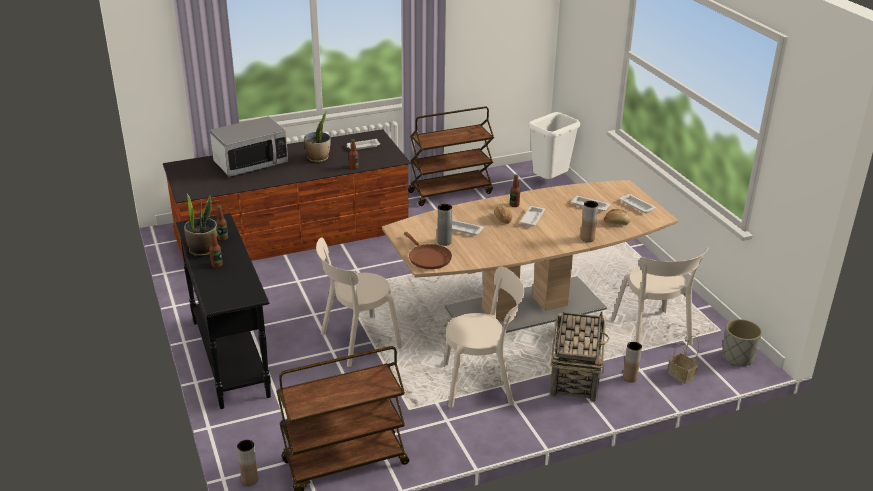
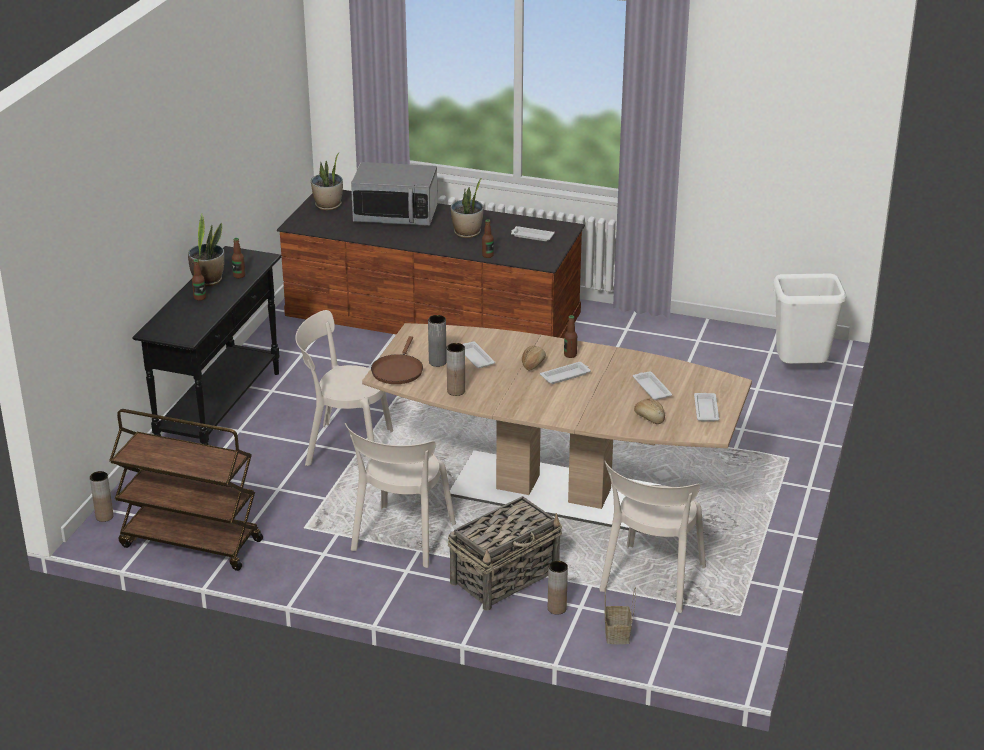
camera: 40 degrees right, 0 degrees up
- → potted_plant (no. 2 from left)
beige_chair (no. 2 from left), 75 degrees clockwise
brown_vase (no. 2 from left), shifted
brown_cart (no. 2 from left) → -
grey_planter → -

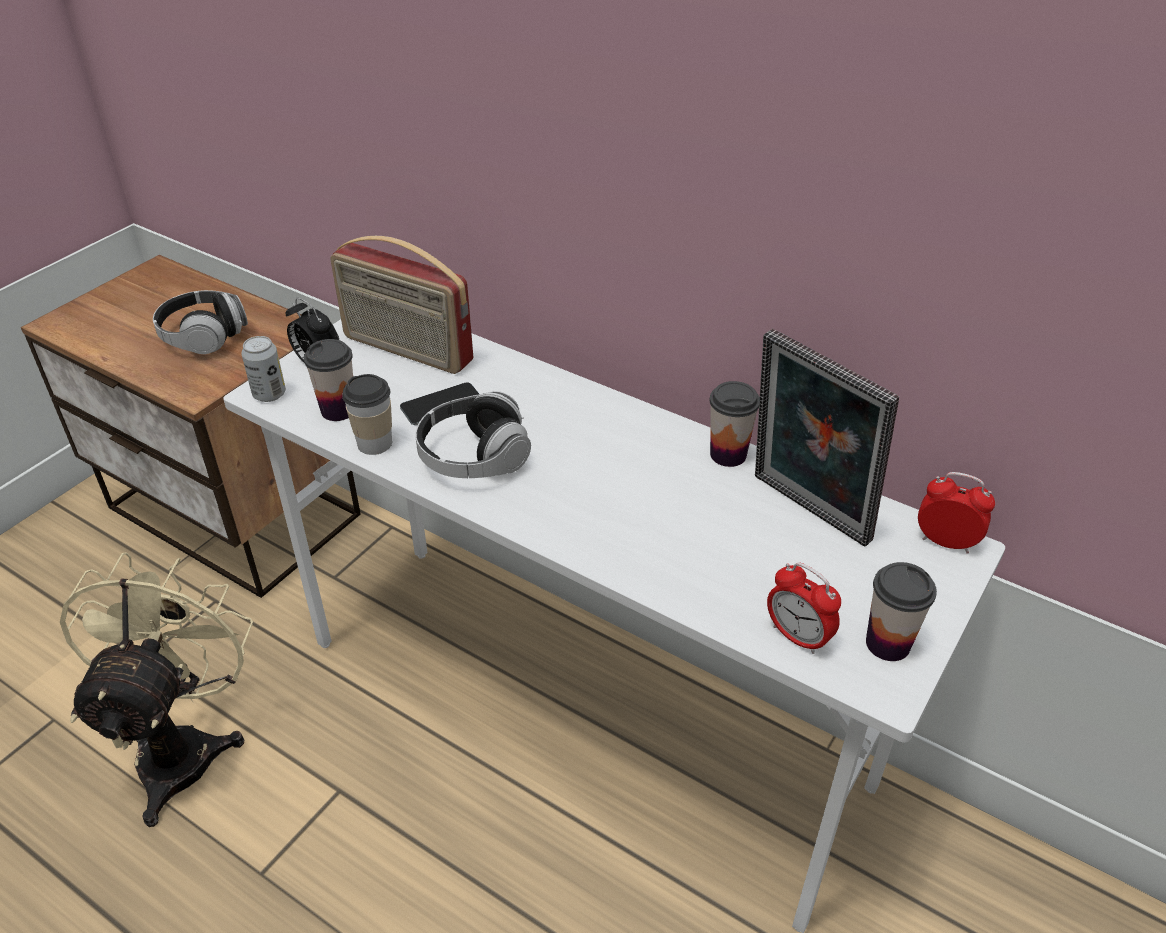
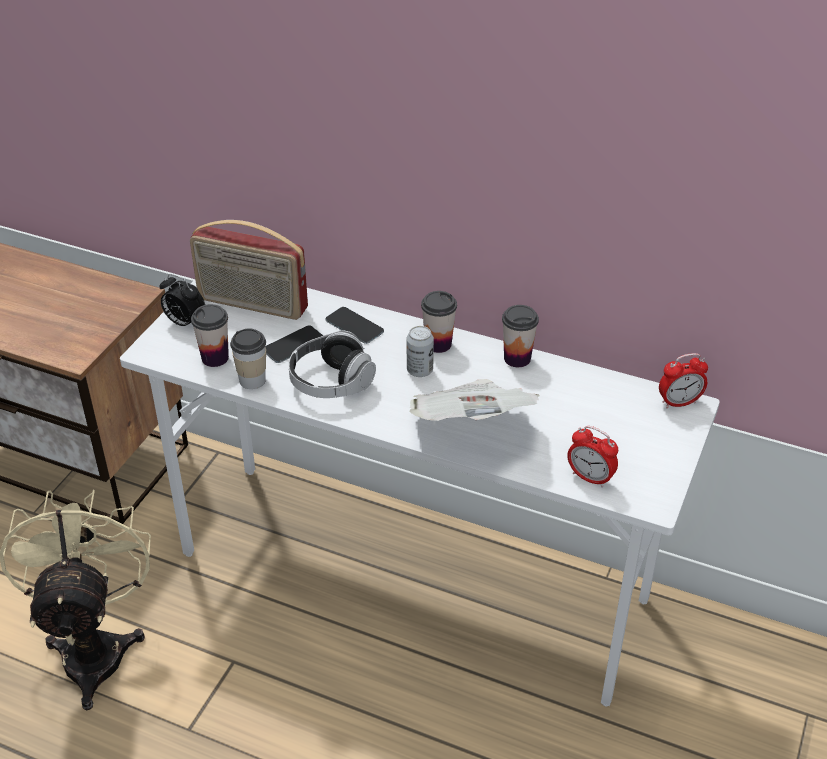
camera: 10 degrees left, 0 degrees up
- → phone (no. 2 from left)
can, shifted
- → newspaper
cup (no. 4 from left in the first image) → cup (no. 3 from left), shifted
alarm_clock (no. 3 from left), 150 degrees clockwise
headphones (no. 1 from left) → -
picture_frame → -

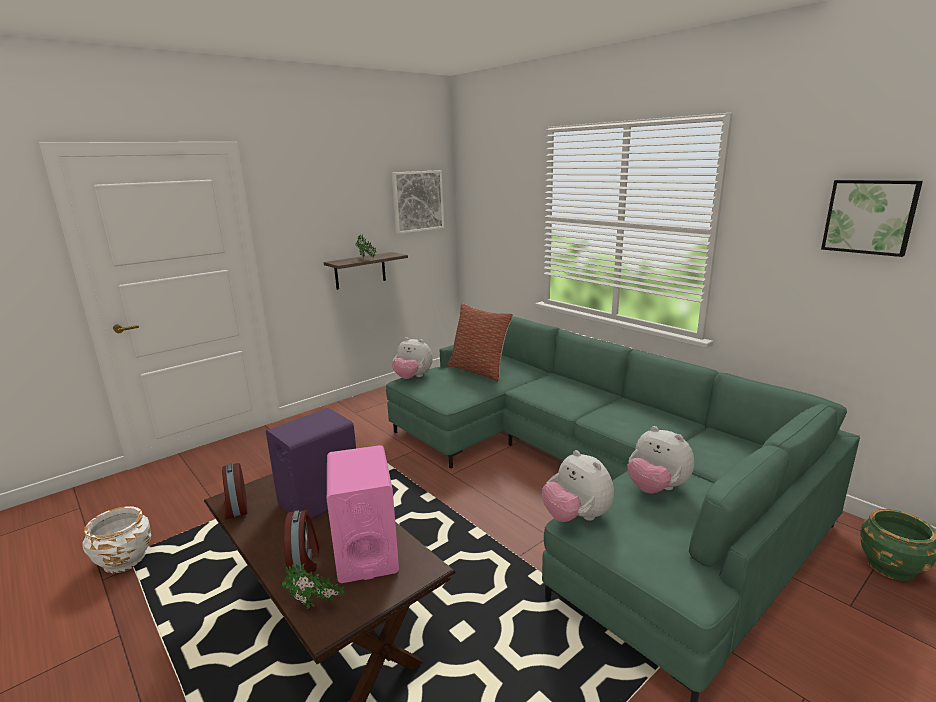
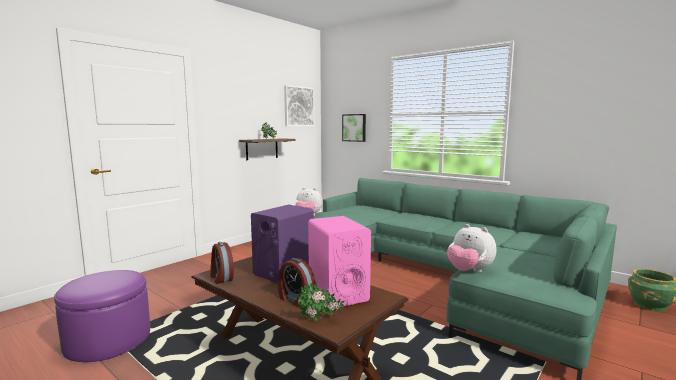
camera: 10 degrees left, 10 degrees down
white_planter → purple_ottoman
alarm_clock (no. 2 from left), 150 degrees clockwise
picture (no. 2 from left), shifted
pillow → -
plush_toy (no. 3 from left) → -

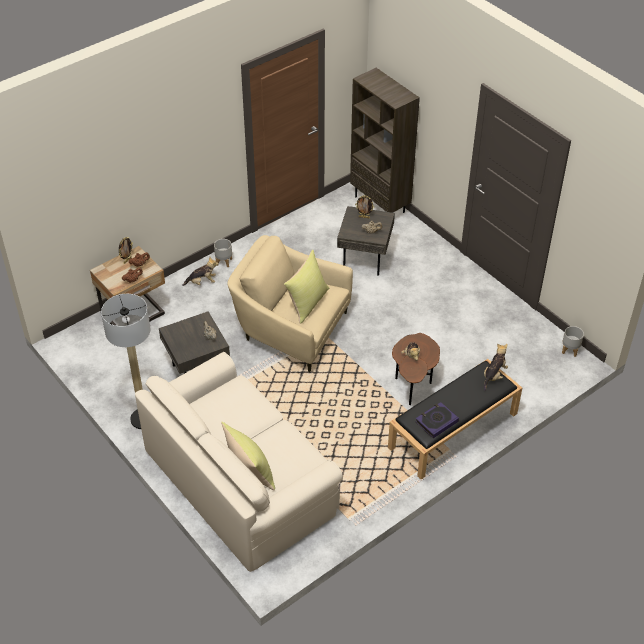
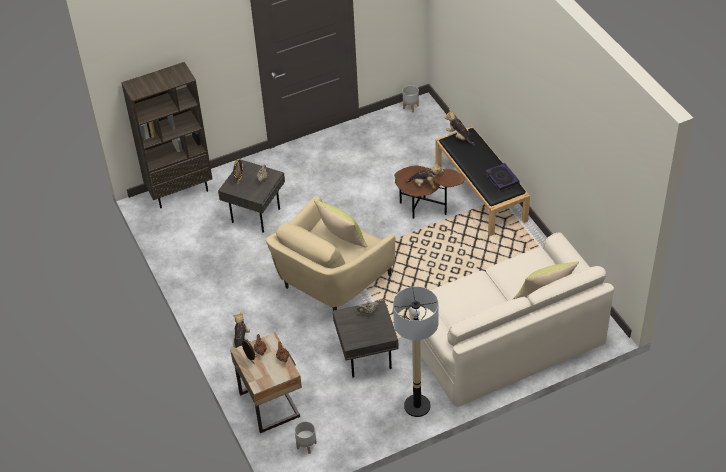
camera: 75 degrees left, 0 degrees up
grey_planter (no. 1 from left), shifted

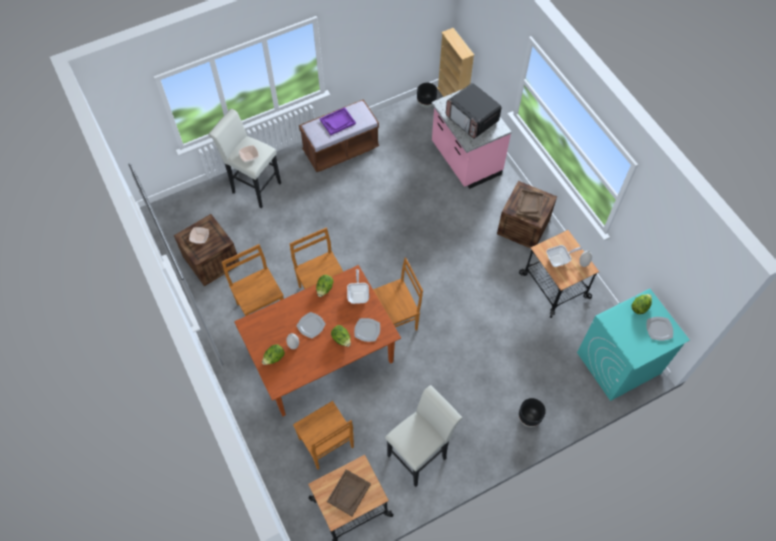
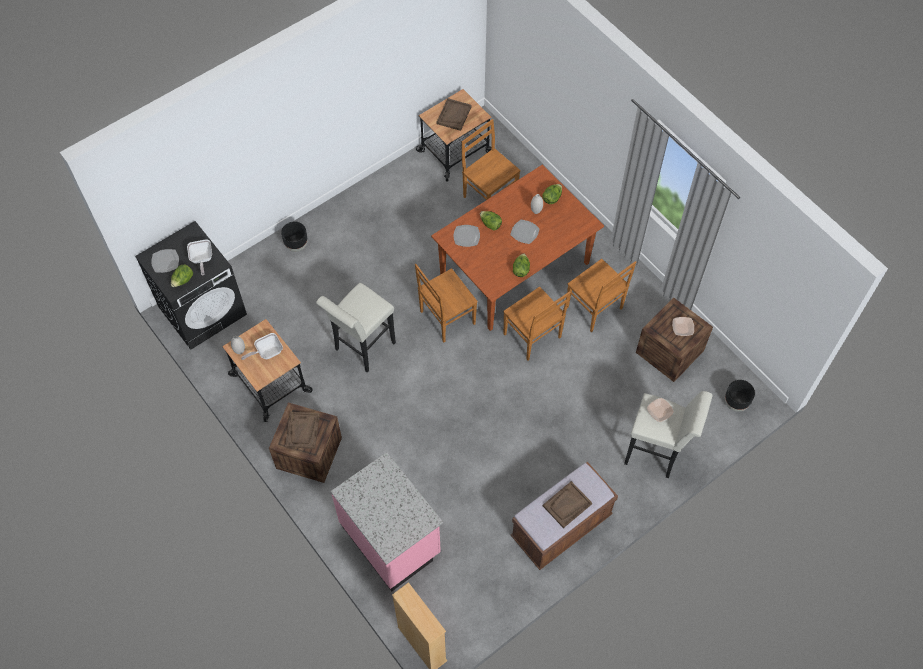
camera: 170 degrees right, 0 degrees up
turquoise_washing_machine → black_washing_machine
frying_pan (no. 1 from left), shifted
white_stool (no. 2 from left in the first image) → white_stool (no. 1 from left), shifted
purple_tray → brown_tray (no. 3 from left)
black_planter (no. 1 from left in the first image) → black_planter (no. 2 from left), shifted
microwave → -

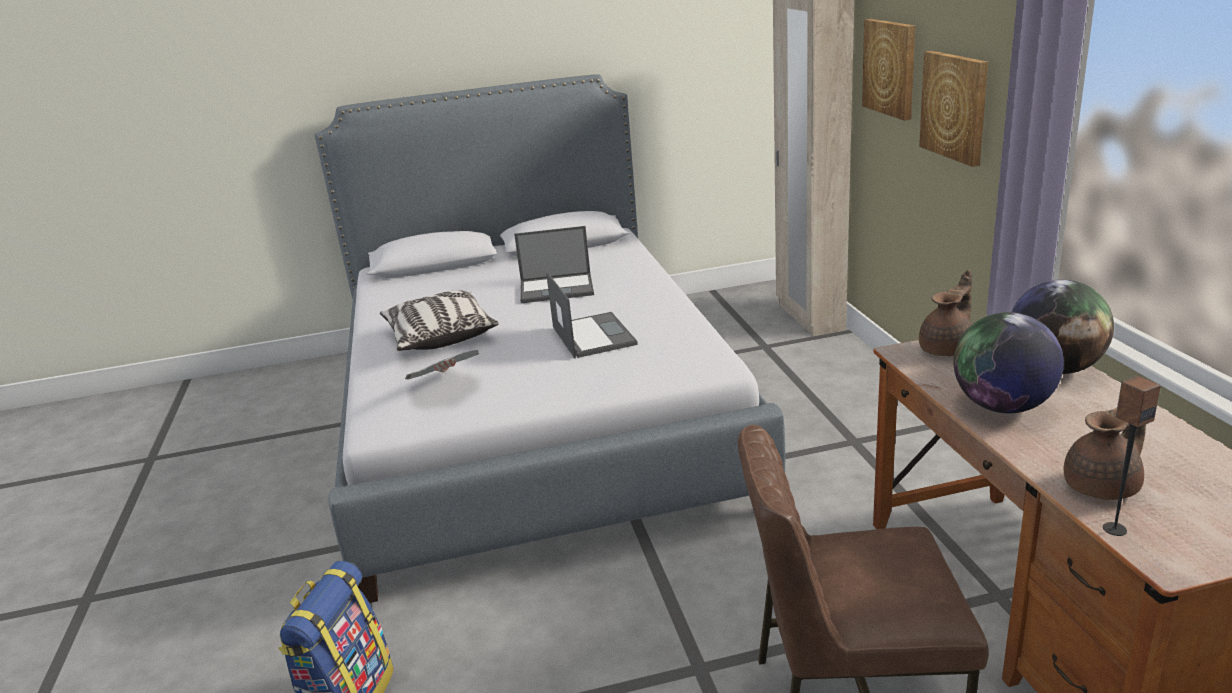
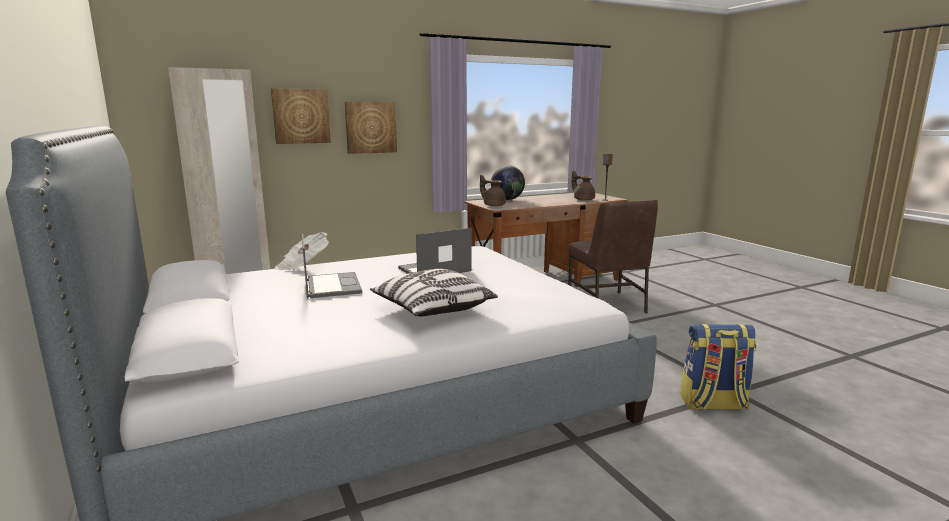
camera: 105 degrees left, 10 degrees down
newspaper, shifted
globe (no. 1 from left) → -

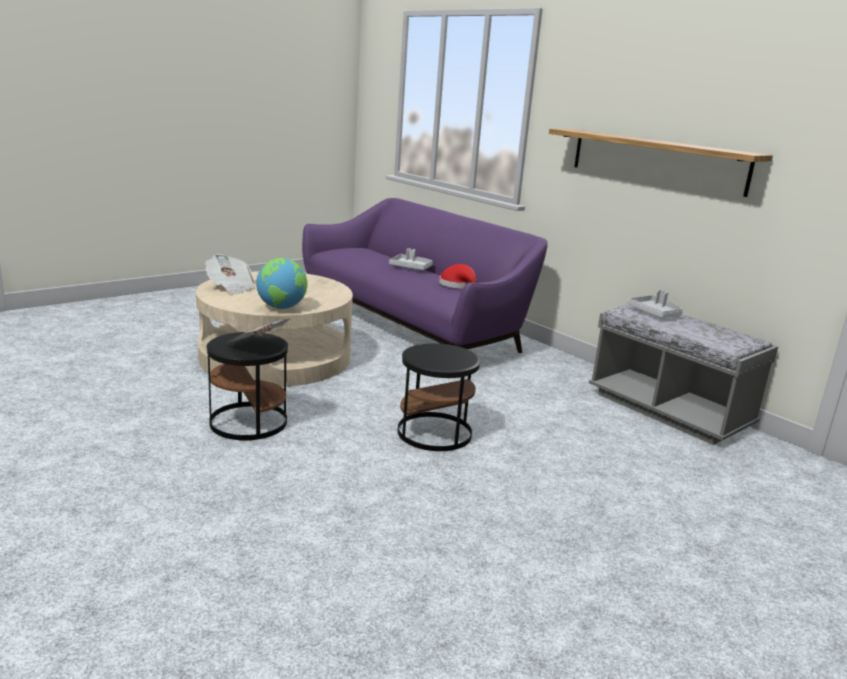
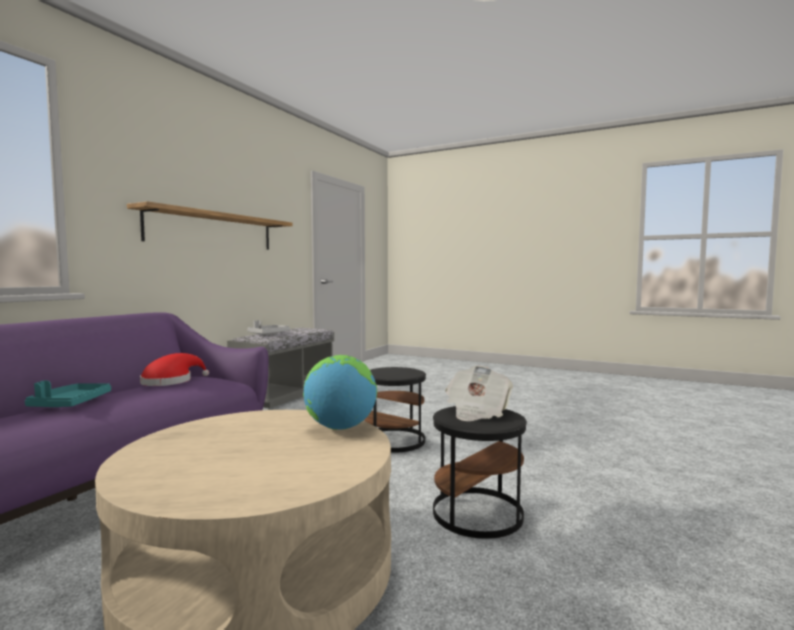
camera: 110 degrees left, 15 degrees down
grey_tray (no. 1 from left) → turquoise_tray
newspaper (no. 1 from left) → -

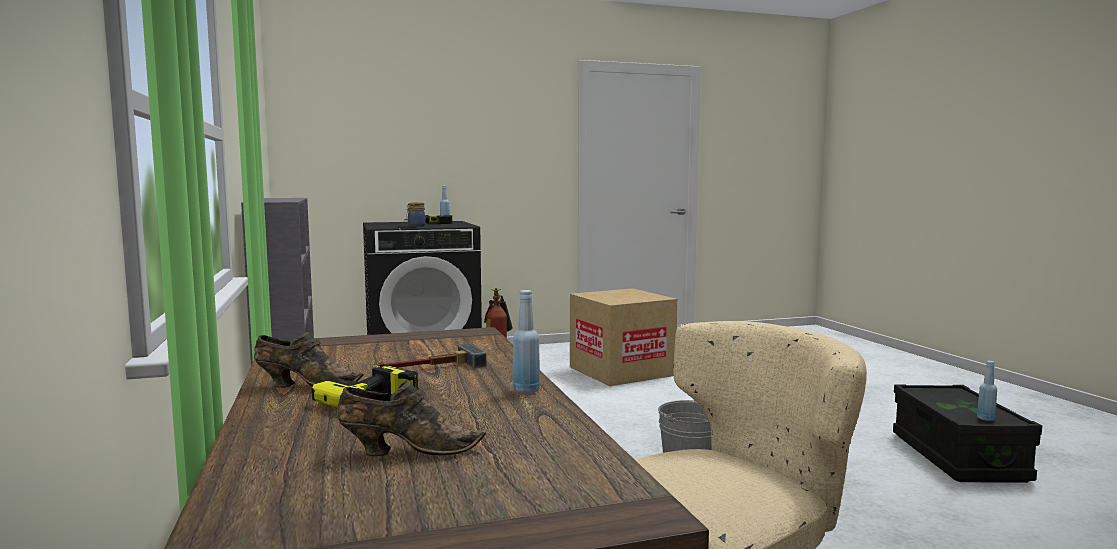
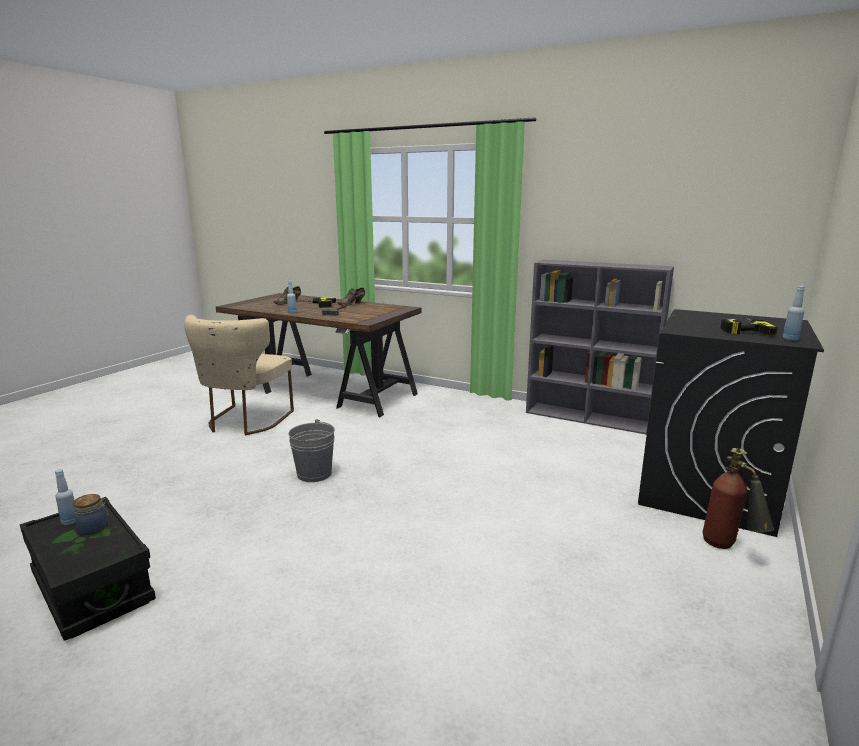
camera: 135 degrees right, 10 degrees up
jar, shifted
cardboard_box → -

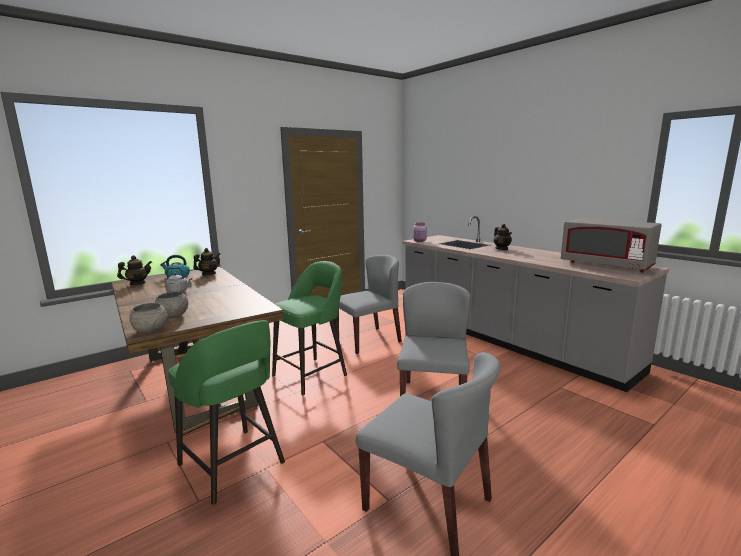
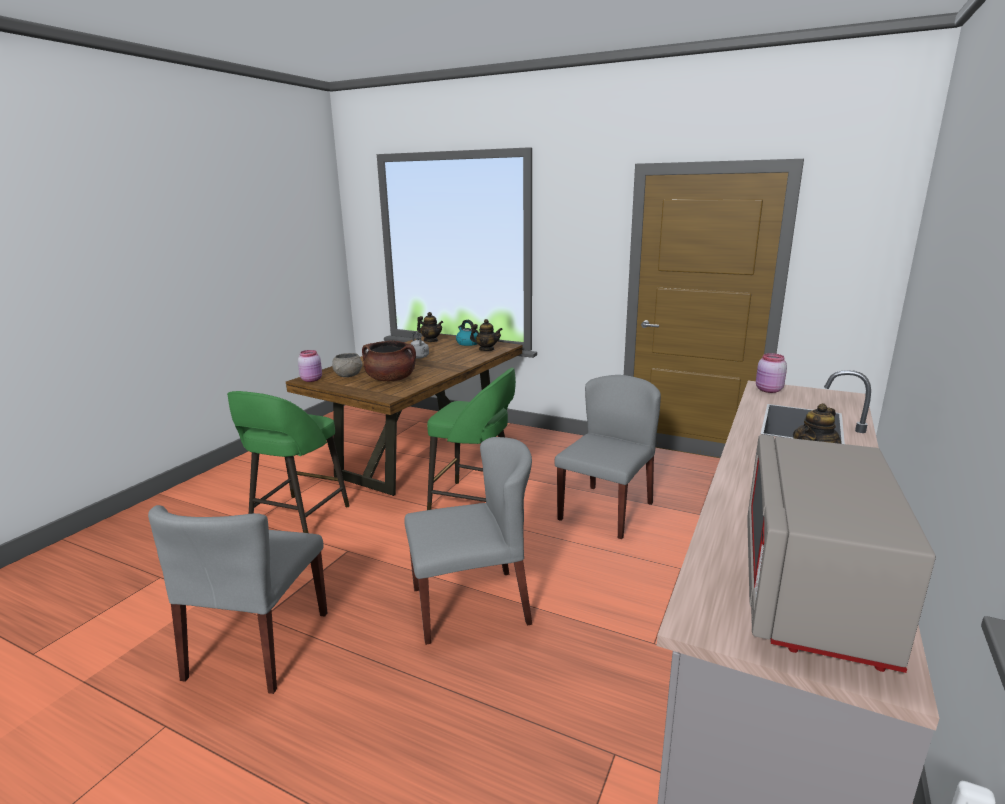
camera: 65 degrees right, 5 degrees up
grey_bowl (no. 1 from left) → pink_jar (no. 1 from left)
- → brown_cooking_pot
grey_chair (no. 1 from left in the first image) → grey_chair (no. 3 from left), 90 degrees counterclockwise

